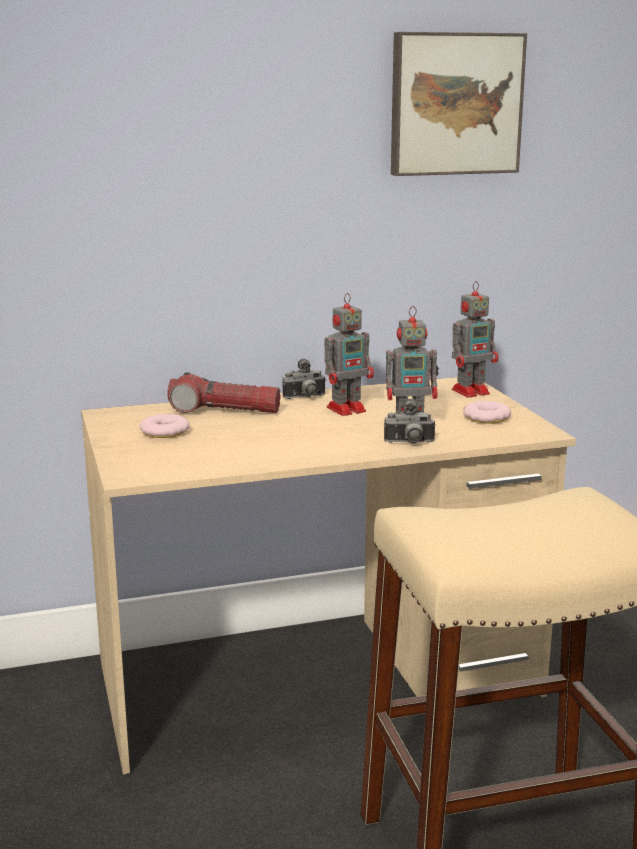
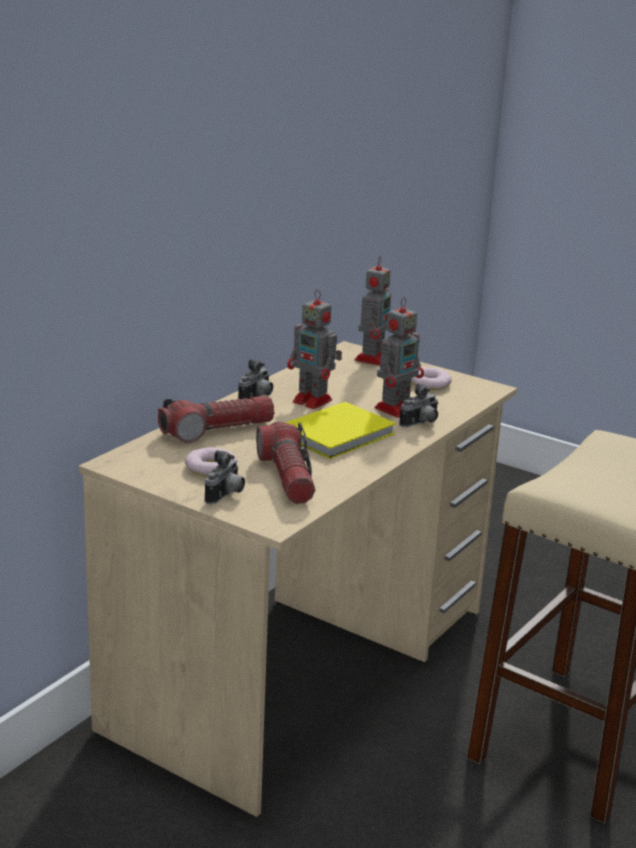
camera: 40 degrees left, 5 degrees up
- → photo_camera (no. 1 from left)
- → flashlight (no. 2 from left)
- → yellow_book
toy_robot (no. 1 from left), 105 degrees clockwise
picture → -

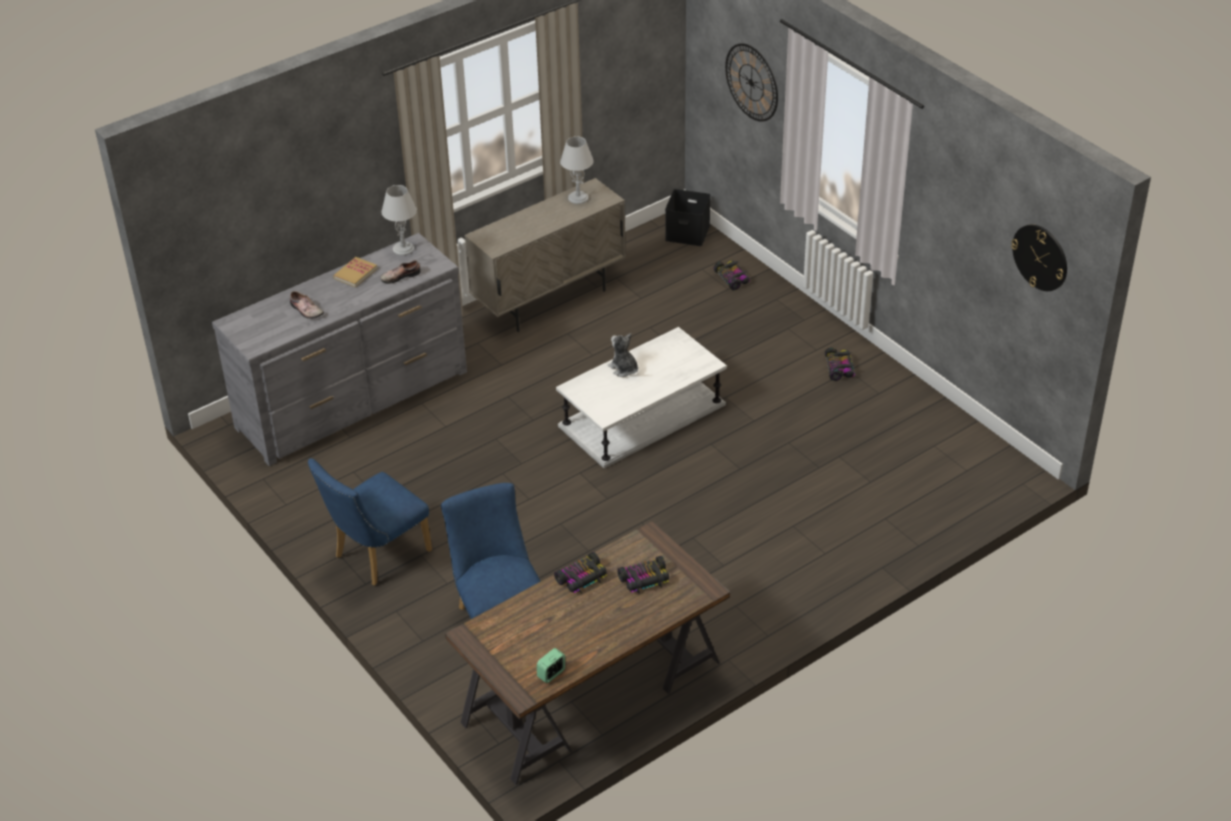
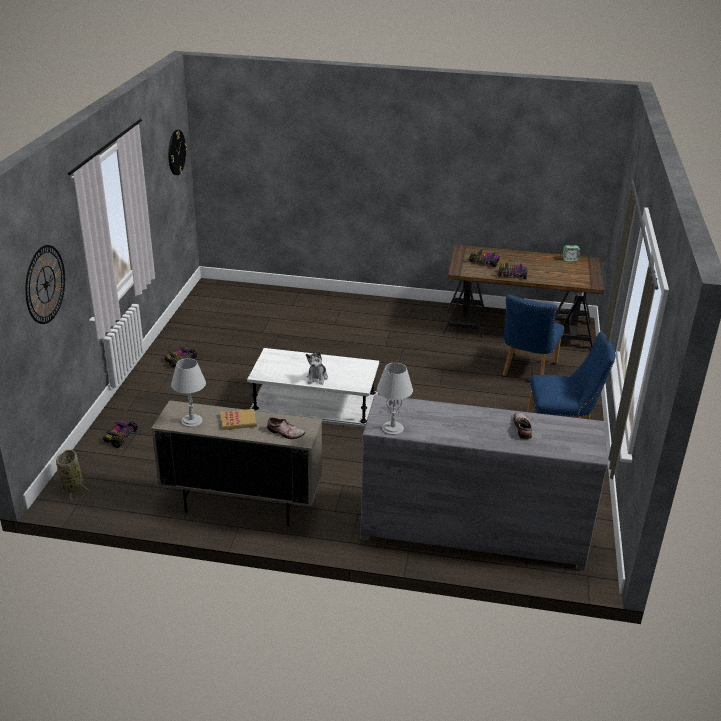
camera: 135 degrees left, 10 degrees down
black_storage_box → basket
book, shifted
shoe (no. 2 from left in the first image) → shoe (no. 1 from left), shifted

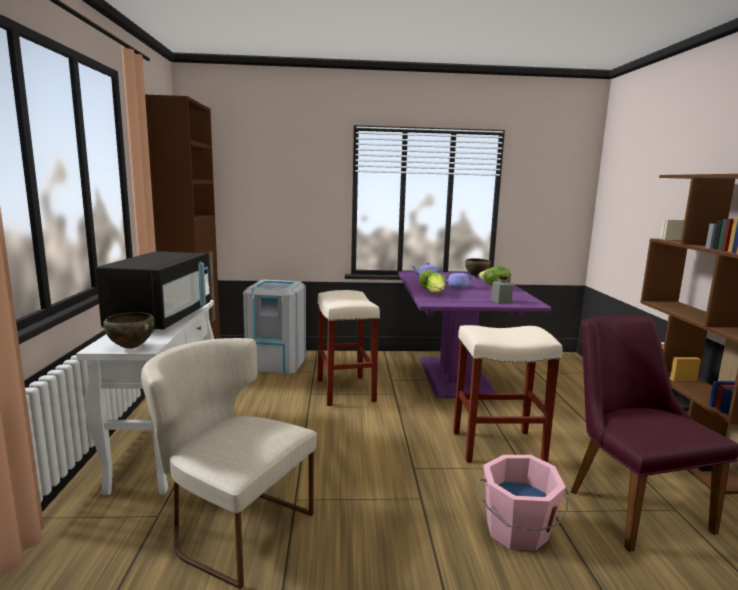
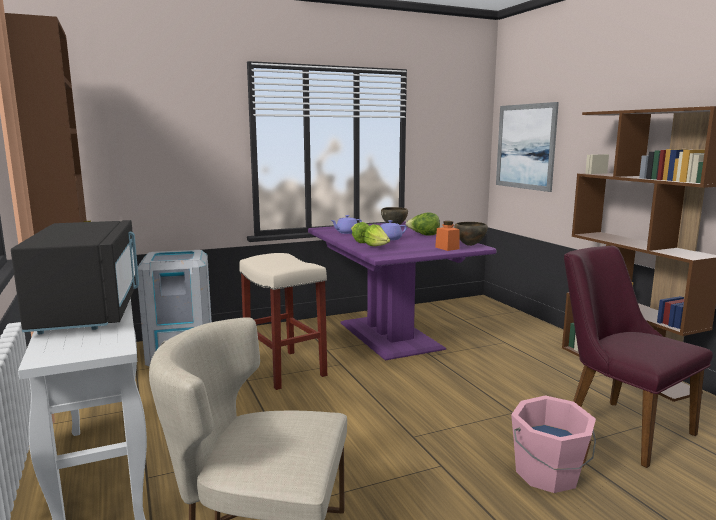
camera: 20 degrees left, 0 degrees up
grey_jar → orange_jar
brown_bowl (no. 1 from left in the first image) → brown_bowl (no. 2 from left), shifted
- → picture
beige_stool (no. 2 from left) → -

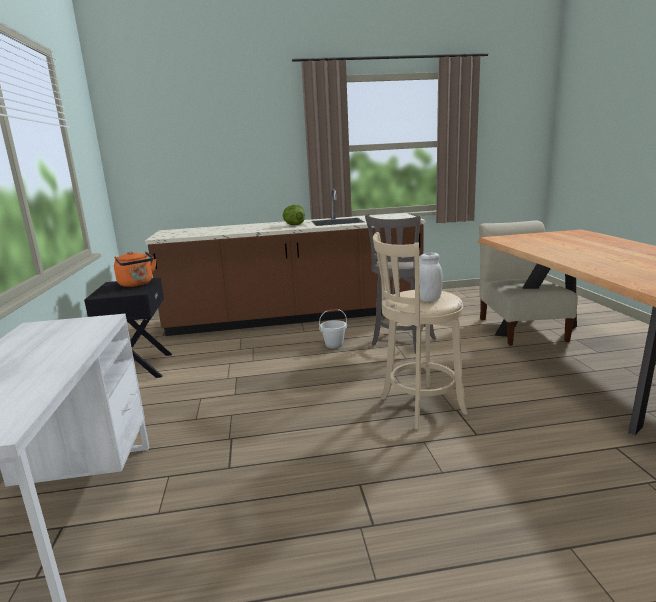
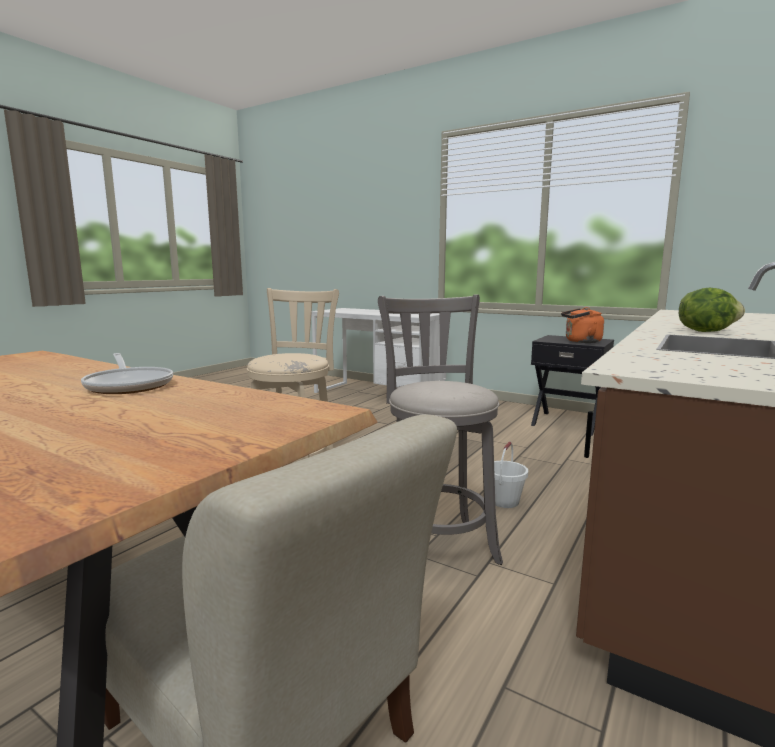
camera: 130 degrees right, 5 degrees down
- → frying_pan
white_jar → -

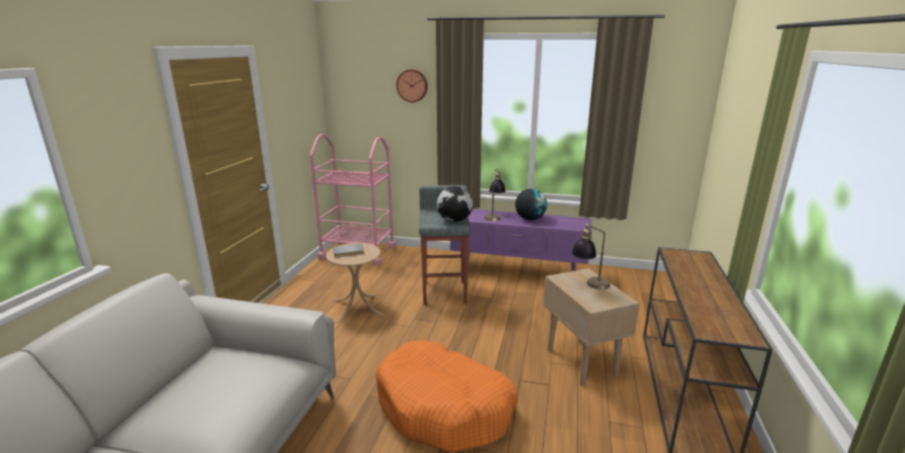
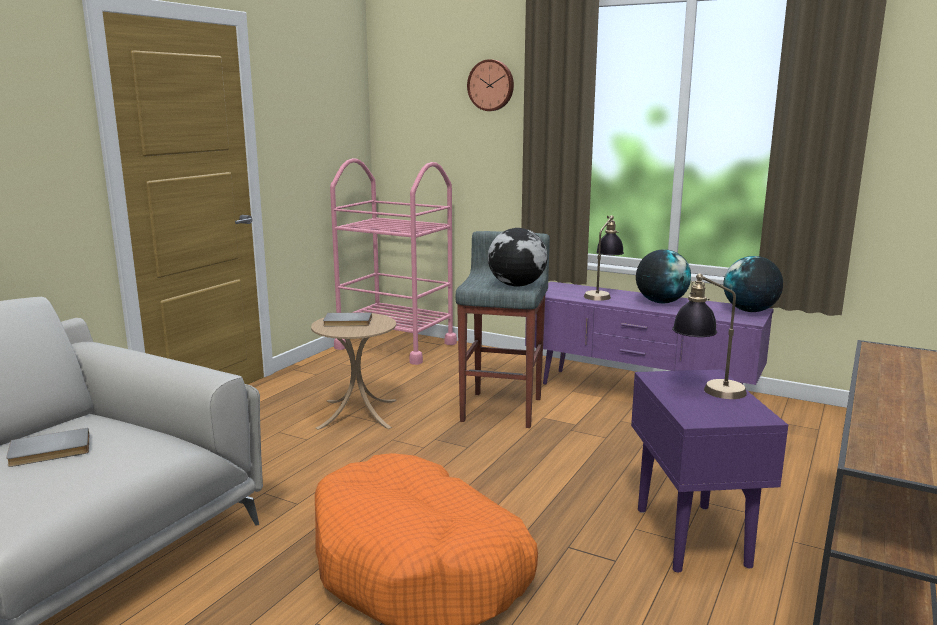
camera: 15 degrees right, 5 degrees down
- → grey_book (no. 1 from left)
beige_side_table (no. 2 from left) → purple_side_table
- → globe (no. 3 from left)

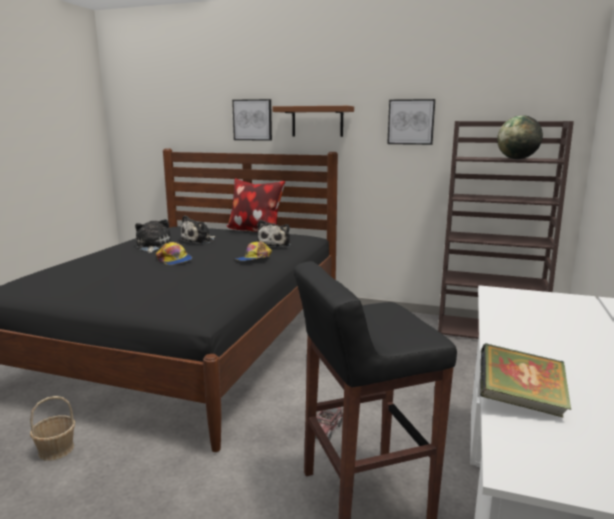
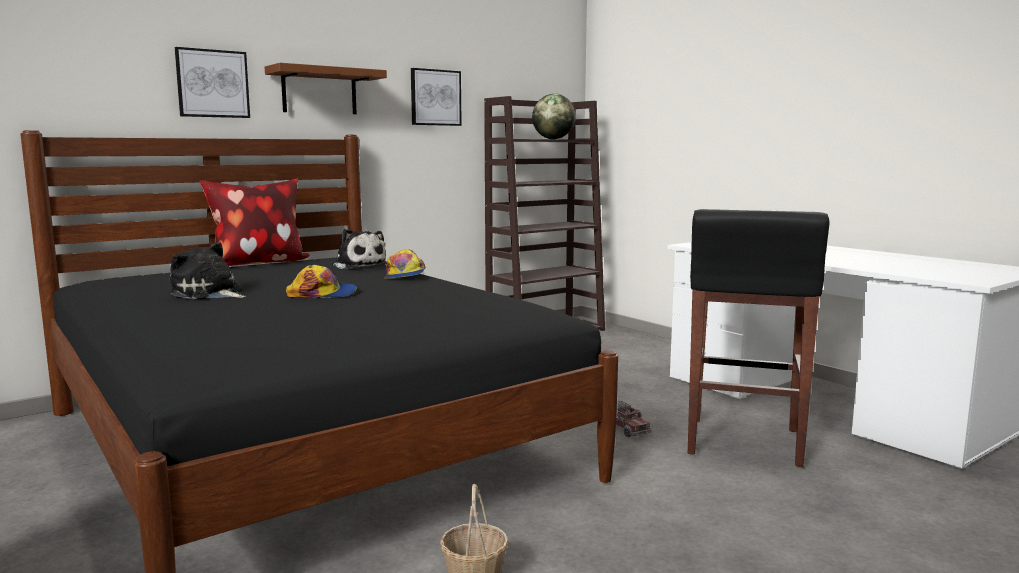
camera: 55 degrees left, 5 degrees down
plush_toy (no. 2 from left) → -
book → -

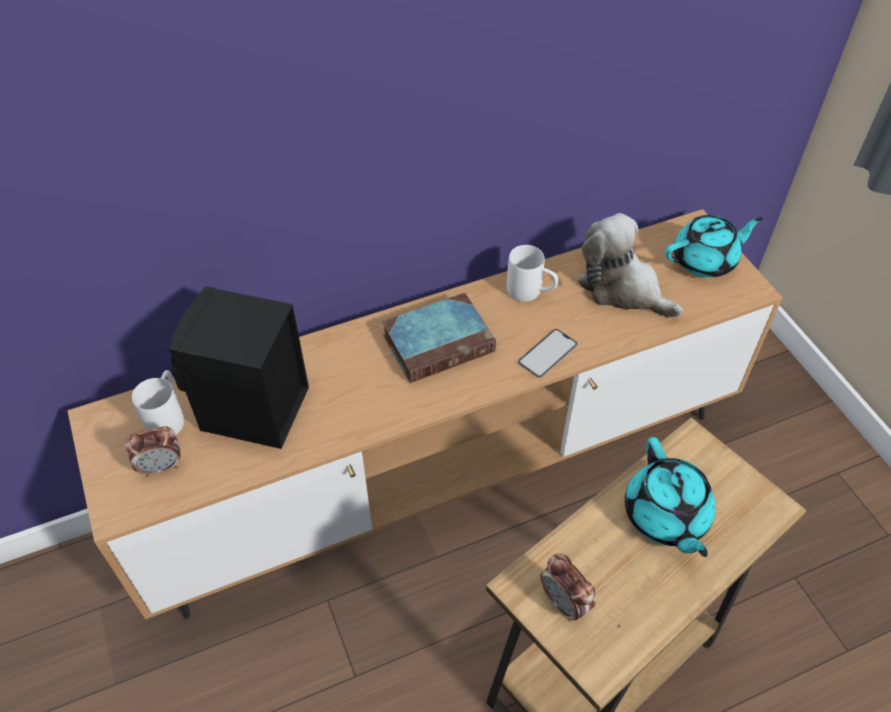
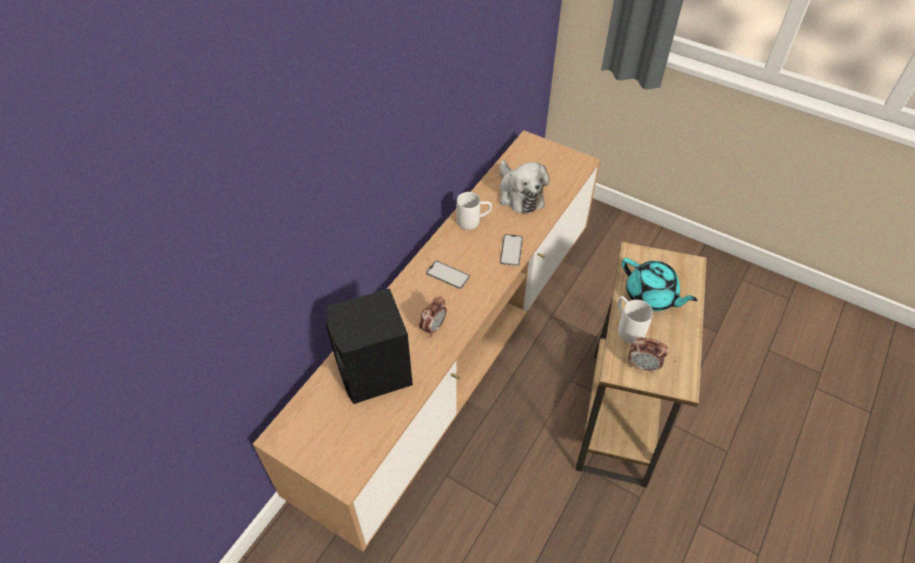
camera: 35 degrees left, 0 degrees up
alarm_clock (no. 1 from left), shifted
book → phone (no. 1 from left)
plush_toy, 120 degrees counterclockwise
white_mug (no. 1 from left in the first image) → white_mug (no. 2 from left), shifted
turquoise_teapot (no. 2 from left) → -

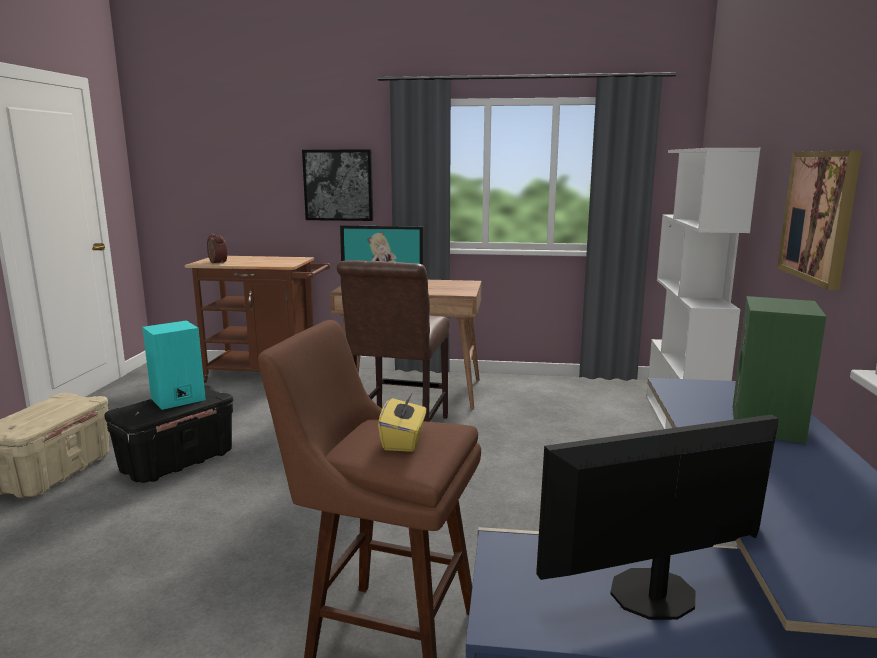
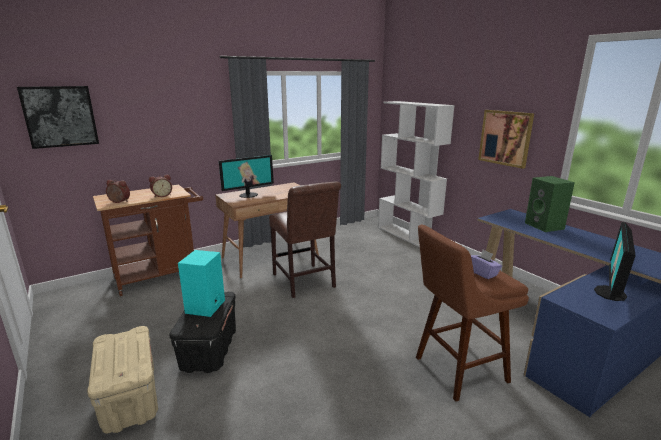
camera: 40 degrees left, 5 degrees up
picture (no. 1 from left), shifted
- → alarm_clock (no. 2 from left)
yellow_tissue_box → purple_tissue_box

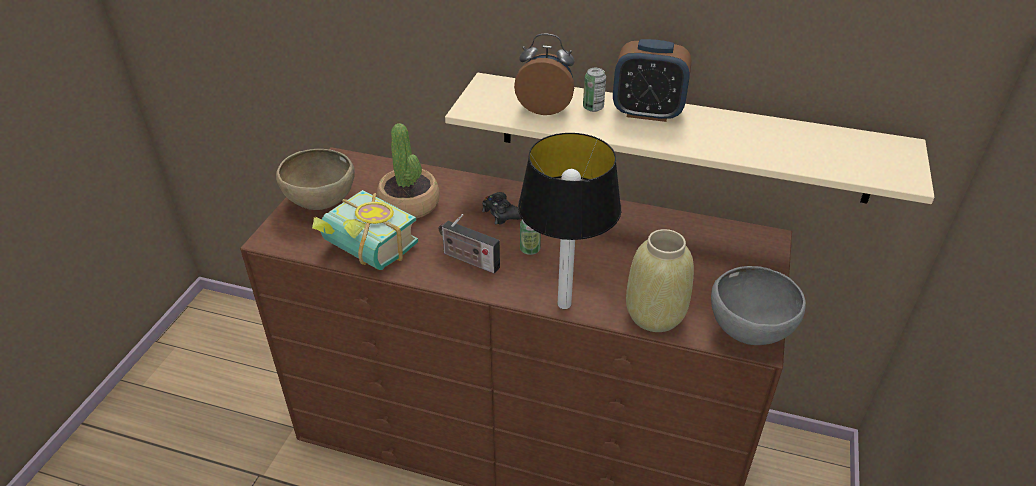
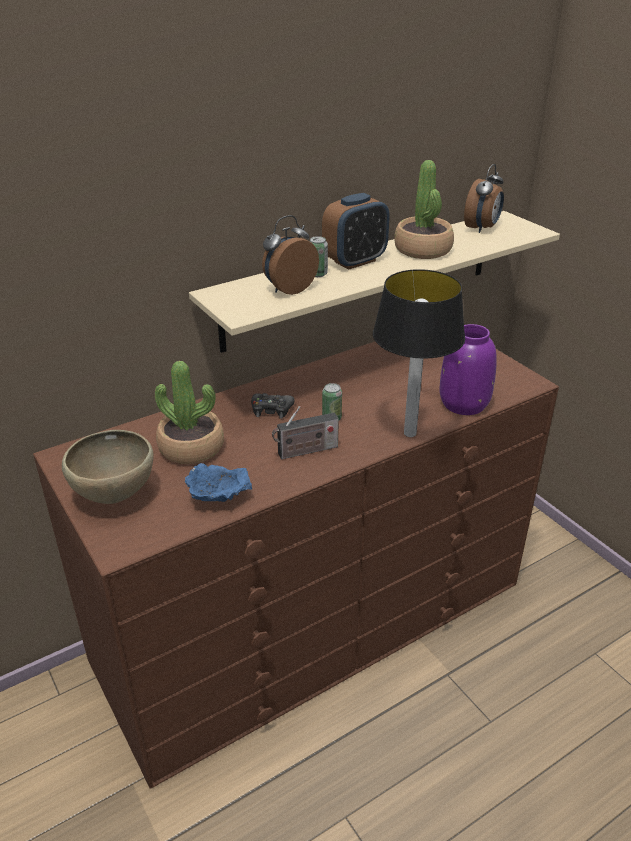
camera: 50 degrees left, 5 degrees down
book → blue_bowl
- → potted_plant (no. 2 from left)
beige_vase → purple_vase
- → alarm_clock (no. 3 from left)
grey_bowl → -

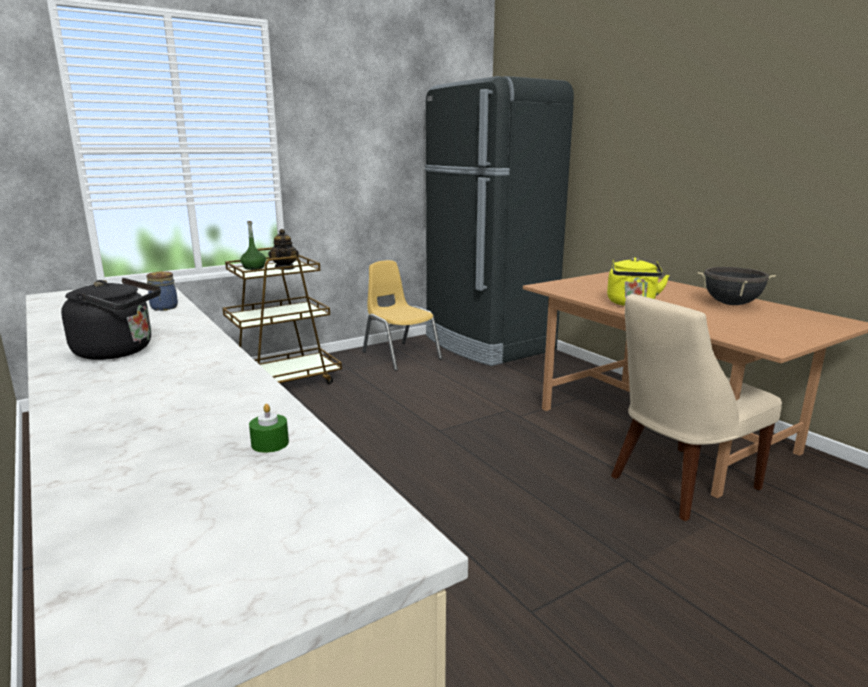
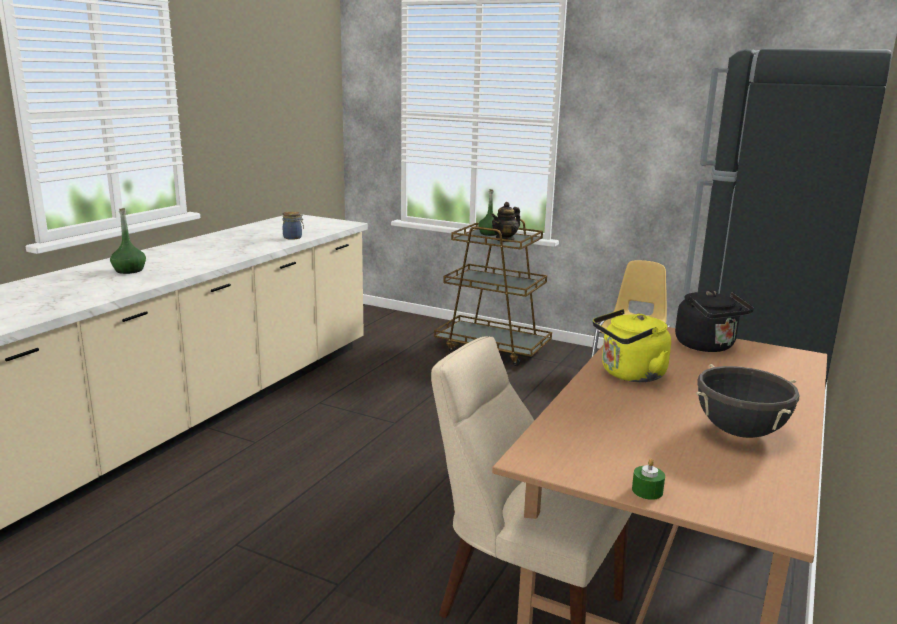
camera: 60 degrees right, 0 degrees up
- → green_bottle (no. 1 from left)
green_candle, shifted
black_kettle, shifted

